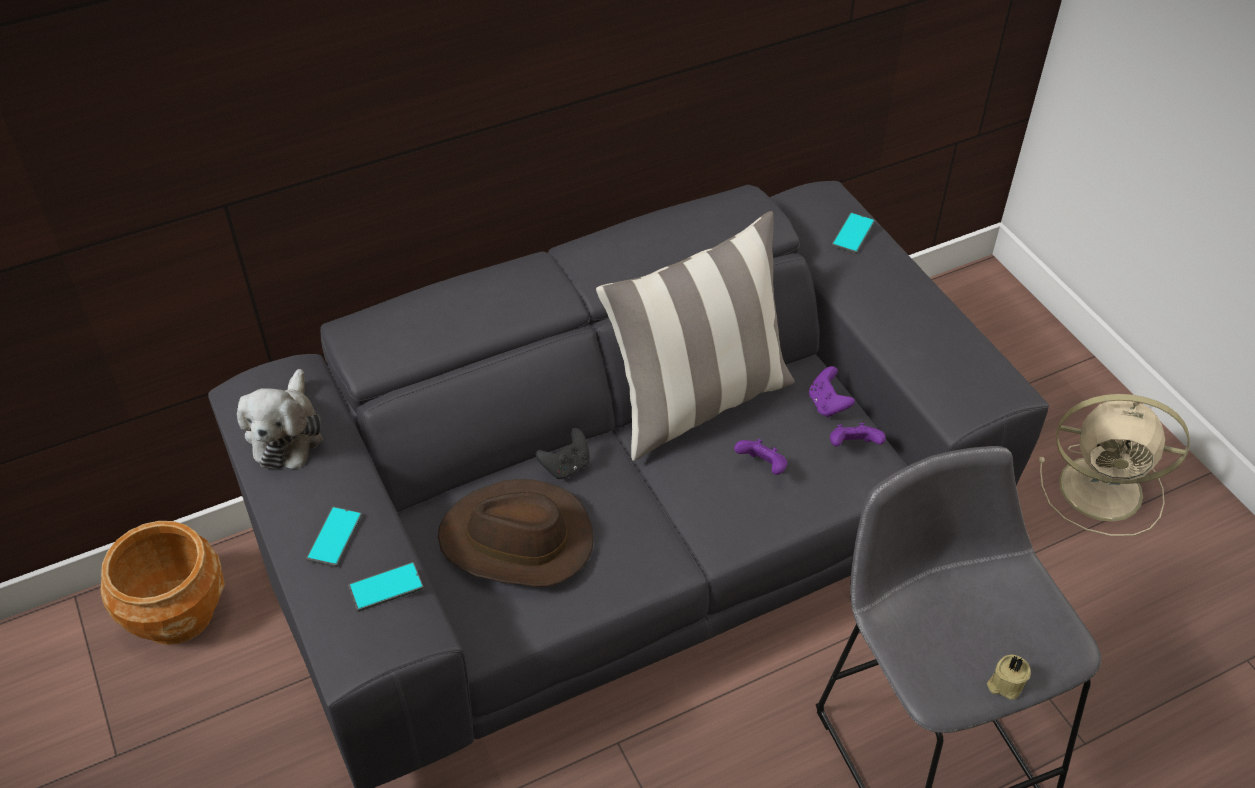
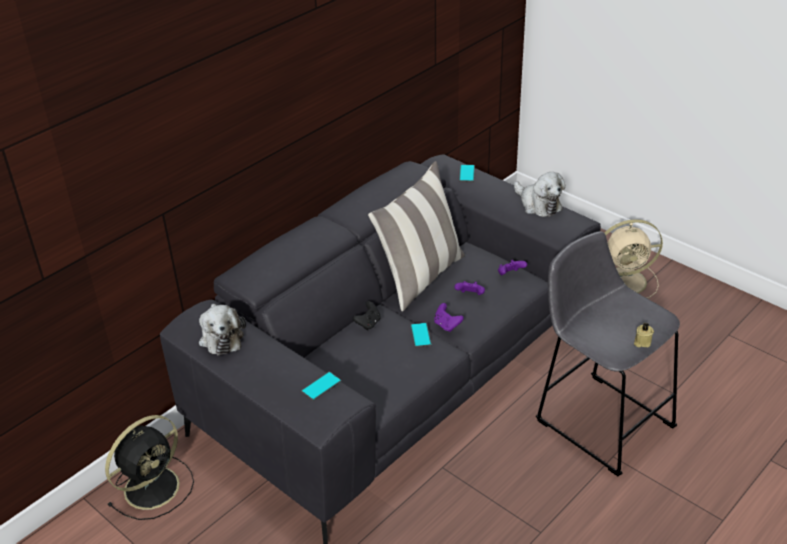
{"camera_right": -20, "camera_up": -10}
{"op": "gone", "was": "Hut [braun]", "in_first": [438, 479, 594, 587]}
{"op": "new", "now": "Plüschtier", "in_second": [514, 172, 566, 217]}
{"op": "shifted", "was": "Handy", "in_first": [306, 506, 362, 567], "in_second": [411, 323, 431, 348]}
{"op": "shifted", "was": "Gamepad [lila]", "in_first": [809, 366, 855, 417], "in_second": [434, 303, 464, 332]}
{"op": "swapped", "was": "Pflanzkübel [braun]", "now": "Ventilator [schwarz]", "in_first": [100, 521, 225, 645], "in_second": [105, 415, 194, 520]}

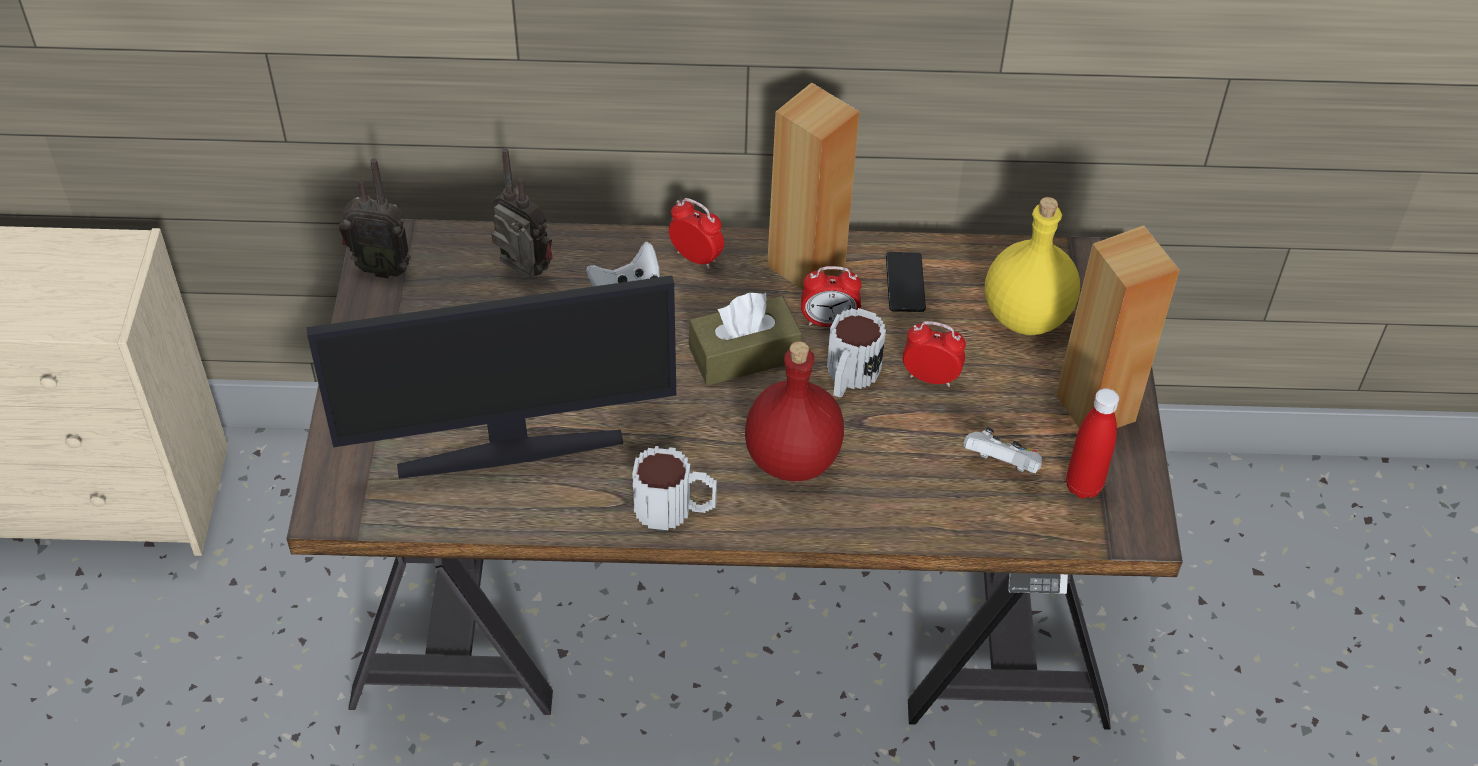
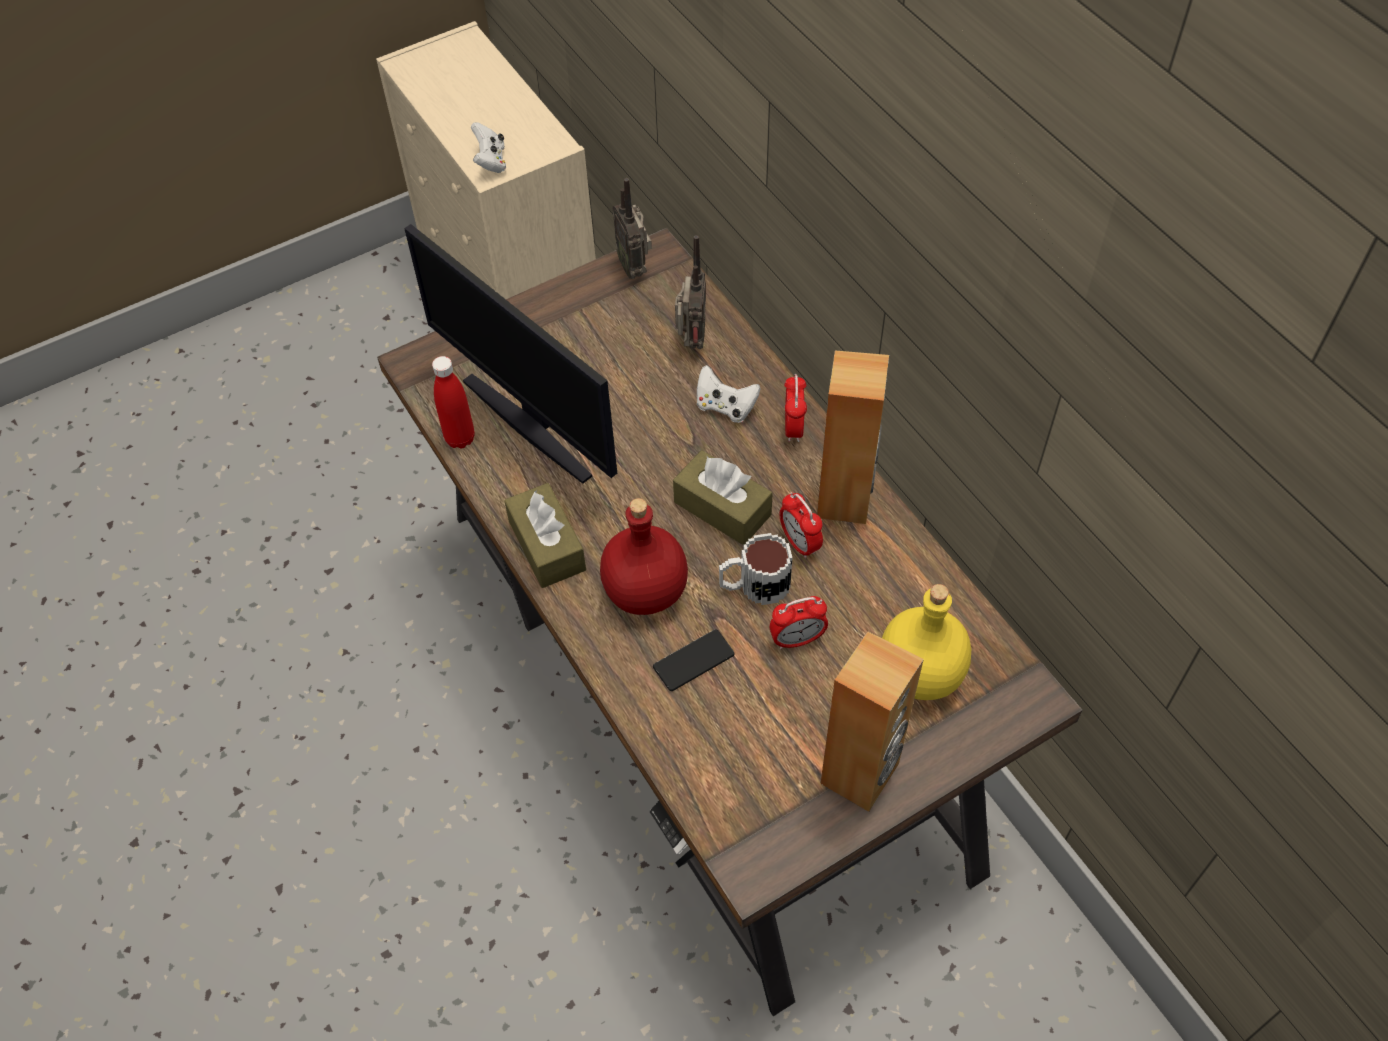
{"camera_right": 60, "camera_up": 5}
{"op": "shifted", "was": "Handy", "in_first": [886, 252, 926, 312], "in_second": [653, 629, 735, 691]}
{"op": "shifted", "was": "Gamepad [weiß]", "in_first": [963, 427, 1042, 473], "in_second": [471, 122, 506, 173]}
{"op": "shifted", "was": "Flasche [rot]", "in_first": [1066, 388, 1119, 499], "in_second": [432, 356, 475, 449]}
{"op": "swapped", "was": "Henkelbecher", "now": "Taschentuchbox [braun]", "in_first": [632, 446, 717, 530], "in_second": [504, 483, 586, 588]}
{"op": "rotated", "was": "Wecker", "in_first": [903, 321, 966, 387], "in_second": [769, 596, 828, 649], "clockwise": 90}

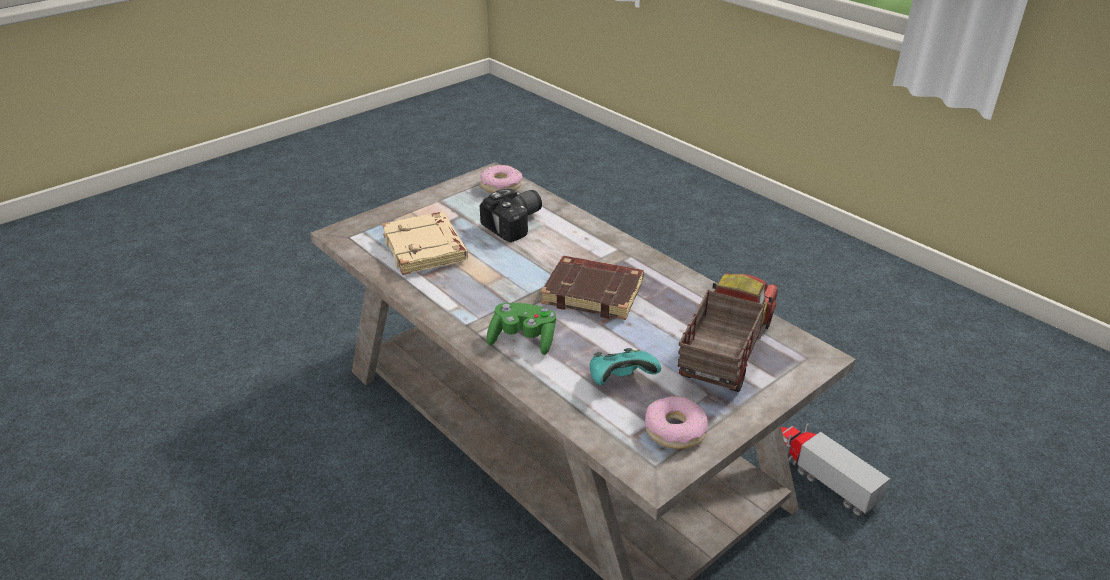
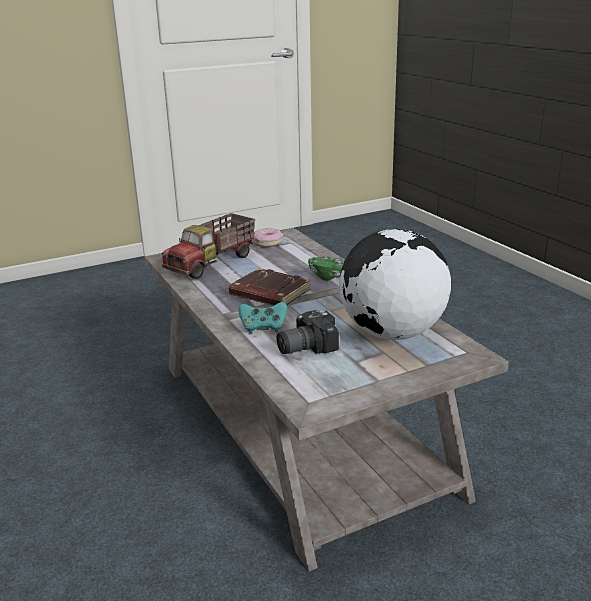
{"camera_right": -165, "camera_up": -10}
{"op": "gone", "was": "Donut", "in_first": [480, 165, 523, 193]}
{"op": "gone", "was": "Spielzeuglaster", "in_first": [781, 423, 890, 516]}
{"op": "shifted", "was": "Gamepad [türkis]", "in_first": [590, 348, 661, 385], "in_second": [239, 302, 287, 333]}
{"op": "swapped", "was": "Buch [beige]", "now": "Globus", "in_first": [382, 212, 468, 275], "in_second": [339, 229, 451, 340]}

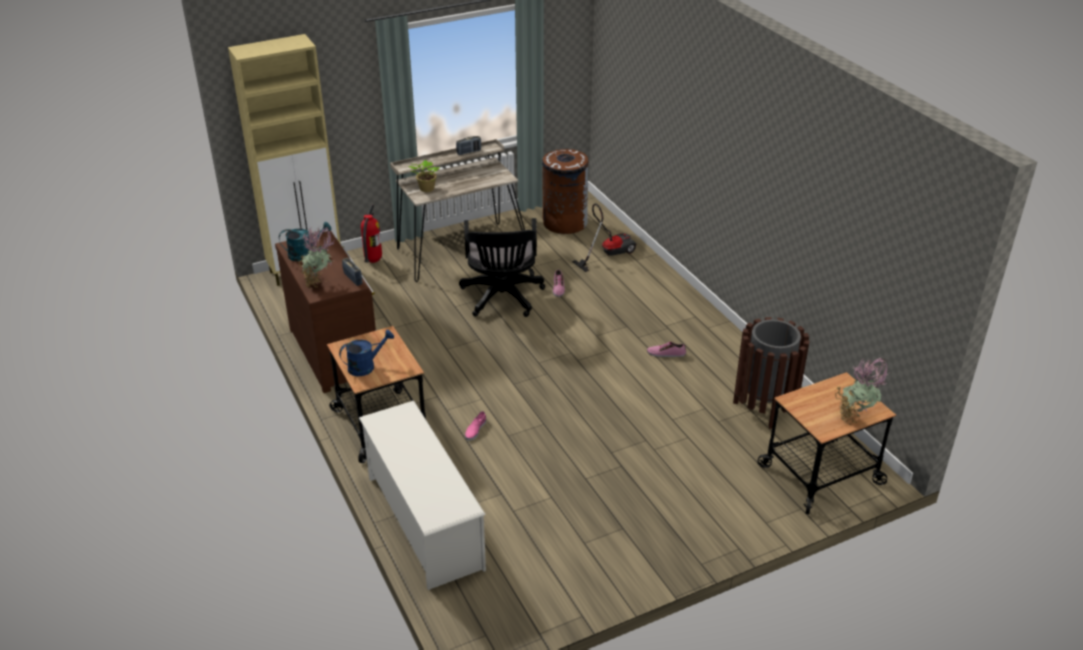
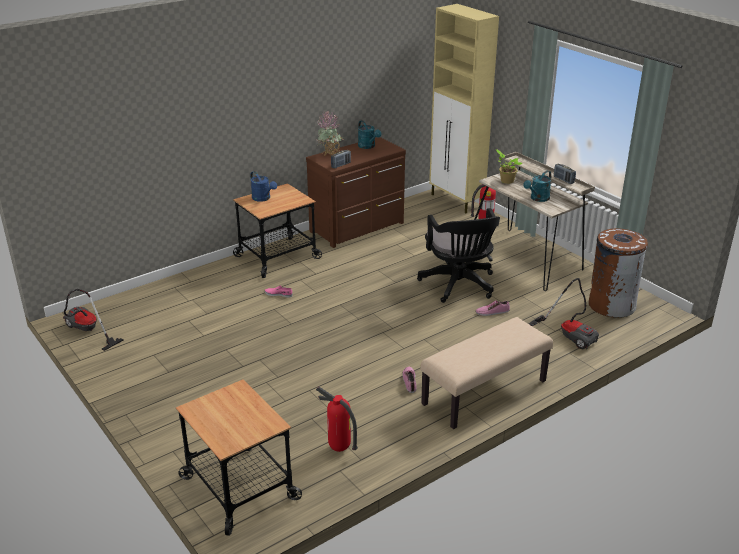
{"camera_right": 80, "camera_up": -5}
{"op": "gone", "was": "Schuhregal [weiß]", "in_first": [359, 401, 486, 590]}
{"op": "gone", "was": "Topfpflanze", "in_first": [835, 358, 889, 425]}
{"op": "new", "now": "Staubsauger", "in_second": [63, 289, 124, 351]}
{"op": "new", "now": "Bank [beige]", "in_second": [420, 317, 553, 429]}
{"op": "new", "now": "Gießkanne [türkis]", "in_second": [523, 171, 551, 202]}
{"op": "swapped", "was": "Mülleimer [braun]", "now": "Feuerlöscher", "in_first": [733, 317, 810, 429], "in_second": [316, 387, 358, 452]}
{"op": "rotated", "was": "Bürostuhl [schwarz]", "in_first": [459, 218, 545, 317], "in_second": [417, 208, 500, 303], "clockwise": -90}

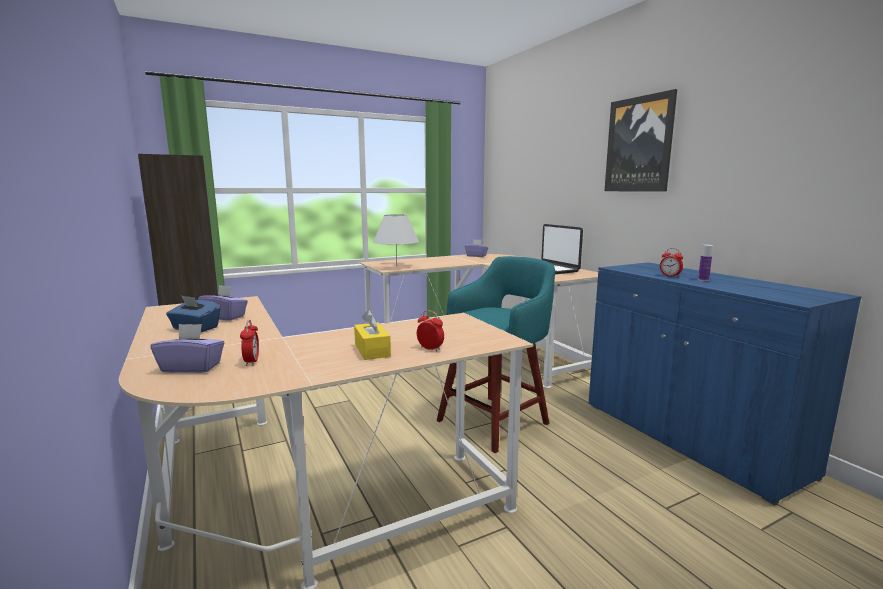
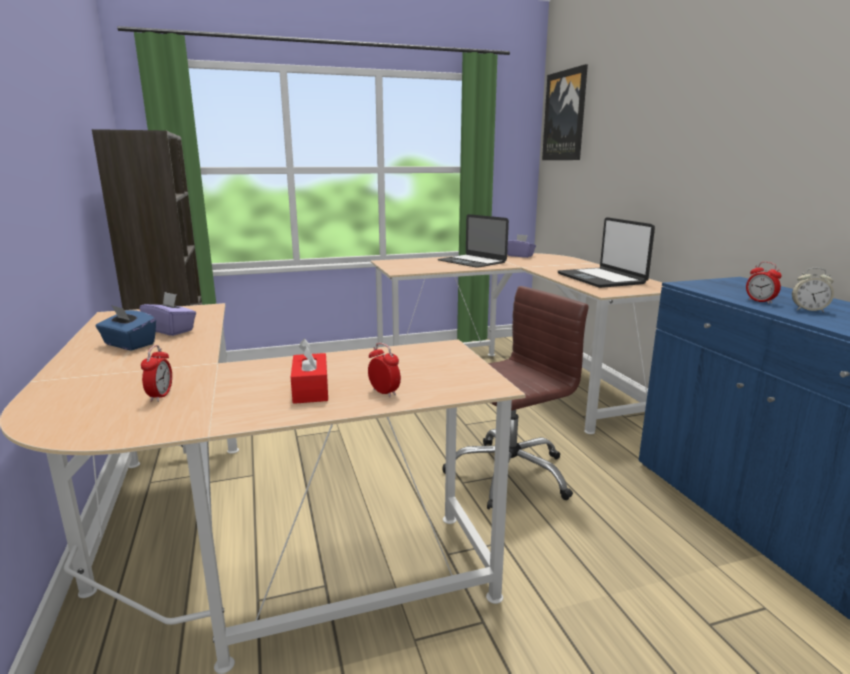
{"camera_right": 10, "camera_up": 5}
{"op": "gone", "was": "Taschentuchbox [lila]", "in_first": [151, 324, 224, 373]}
{"op": "gone", "was": "Tischlampe [weiß]", "in_first": [373, 214, 419, 267]}
{"op": "new", "now": "Laptop", "in_second": [438, 214, 509, 268]}
{"op": "shifted", "was": "Bild", "in_first": [605, 89, 677, 192], "in_second": [542, 64, 588, 160]}
{"op": "swapped", "was": "Hocker [türkis]", "now": "Bürostuhl [braun]", "in_first": [437, 256, 555, 453], "in_second": [442, 286, 589, 509]}
{"op": "swapped", "was": "Flasche", "now": "Wecker", "in_first": [698, 245, 713, 281], "in_second": [792, 268, 834, 312]}
{"op": "repainted", "was": "Taschentuchbox [gelb]", "now": "Taschentuchbox [rot]", "in_first": [354, 310, 391, 360], "in_second": [291, 339, 328, 404]}

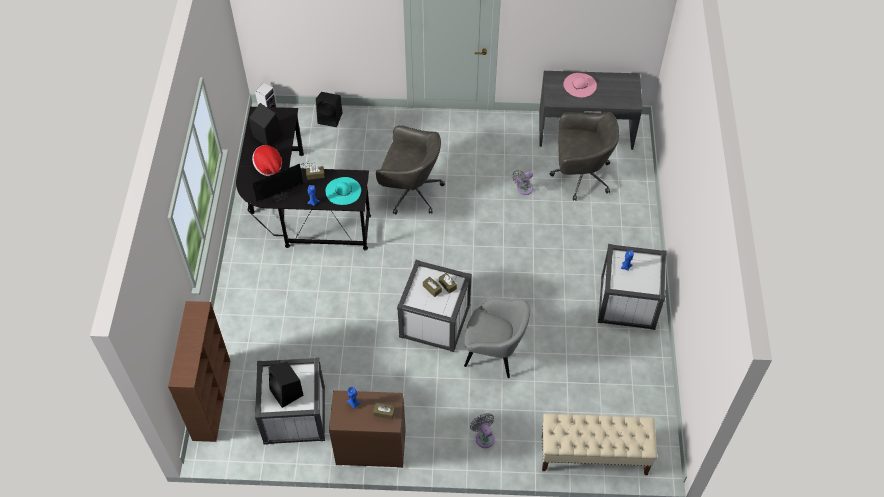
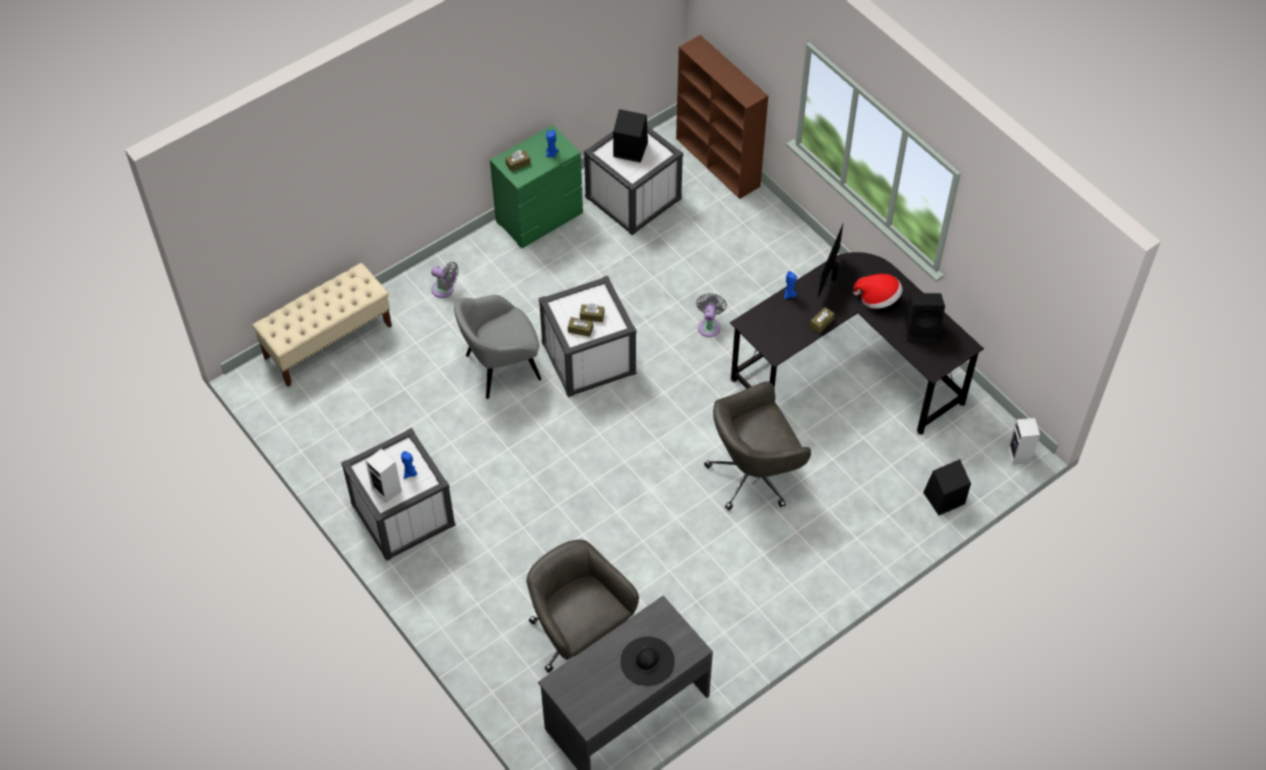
{"camera_right": 140, "camera_up": 0}
{"op": "gone", "was": "Hut [türkis]", "in_first": [326, 177, 361, 205]}
{"op": "new", "now": "Lautsprecher", "in_second": [366, 449, 402, 502]}
{"op": "shifted", "was": "Ventilator [grau]", "in_first": [512, 170, 534, 195], "in_second": [696, 293, 727, 337]}
{"op": "repainted", "was": "Kommode [braun]", "now": "Kommode [grün]", "in_first": [329, 390, 406, 468], "in_second": [490, 125, 583, 248]}
{"op": "repainted", "was": "Hut [rosa]", "now": "Hut [schwarz]", "in_first": [563, 73, 597, 97], "in_second": [621, 637, 675, 686]}
{"op": "rotated", "was": "Bürostuhl [grau]", "in_first": [550, 112, 619, 201], "in_second": [526, 540, 639, 673], "clockwise": 90}

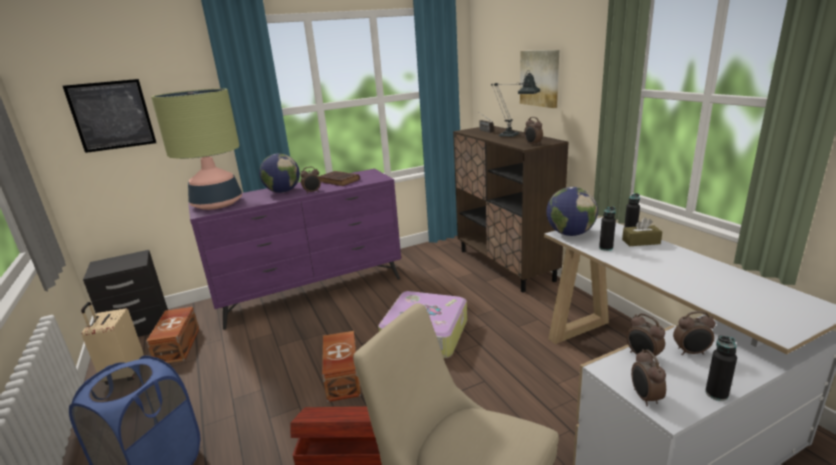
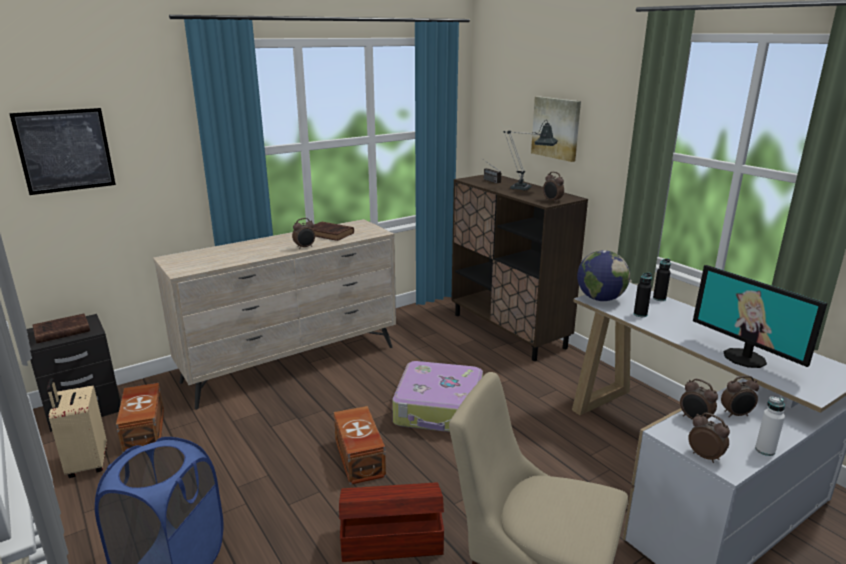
{"camera_right": -10, "camera_up": 0}
{"op": "gone", "was": "Tischlampe", "in_first": [151, 88, 242, 210]}
{"op": "gone", "was": "Globus", "in_first": [259, 154, 300, 193]}
{"op": "gone", "was": "Taschentuchbox [braun]", "in_first": [622, 217, 662, 246]}
{"op": "new", "now": "Buch [braun]", "in_second": [33, 314, 90, 343]}
{"op": "new", "now": "Monitor", "in_second": [693, 265, 828, 368]}
{"op": "repainted", "was": "Kommode [lila]", "now": "Kommode [beige]", "in_first": [188, 169, 401, 330], "in_second": [153, 219, 396, 410]}
{"op": "repainted", "was": "Flasche [schwarz]", "now": "Flasche [weiß]", "in_first": [705, 336, 737, 401], "in_second": [755, 397, 785, 456]}
{"op": "rotated", "was": "Wecker", "in_first": [631, 349, 666, 407], "in_second": [688, 413, 730, 463], "clockwise": 150}

